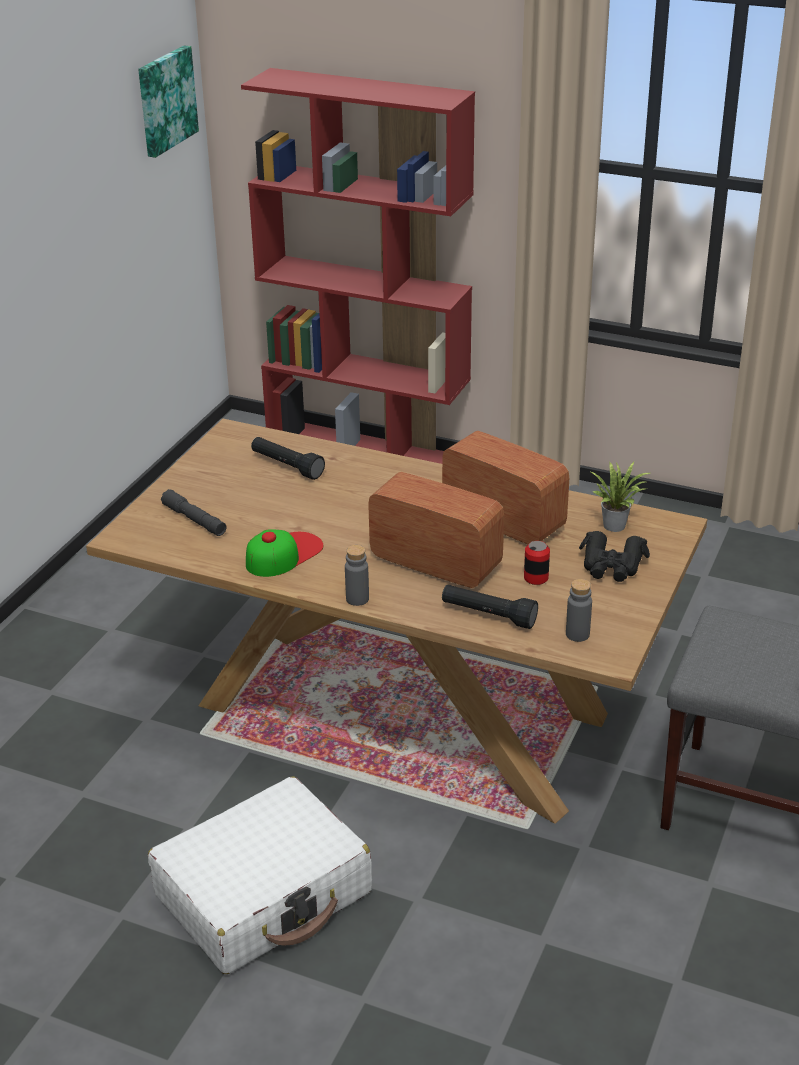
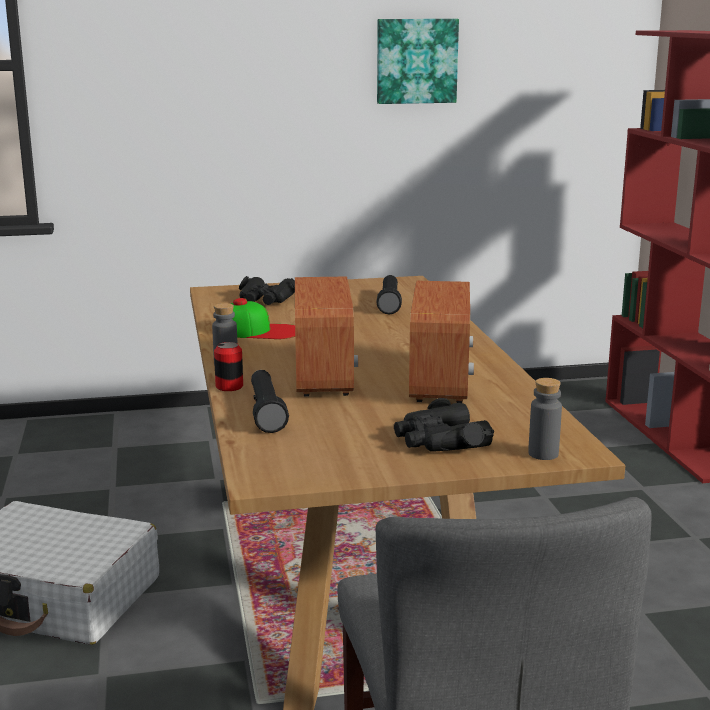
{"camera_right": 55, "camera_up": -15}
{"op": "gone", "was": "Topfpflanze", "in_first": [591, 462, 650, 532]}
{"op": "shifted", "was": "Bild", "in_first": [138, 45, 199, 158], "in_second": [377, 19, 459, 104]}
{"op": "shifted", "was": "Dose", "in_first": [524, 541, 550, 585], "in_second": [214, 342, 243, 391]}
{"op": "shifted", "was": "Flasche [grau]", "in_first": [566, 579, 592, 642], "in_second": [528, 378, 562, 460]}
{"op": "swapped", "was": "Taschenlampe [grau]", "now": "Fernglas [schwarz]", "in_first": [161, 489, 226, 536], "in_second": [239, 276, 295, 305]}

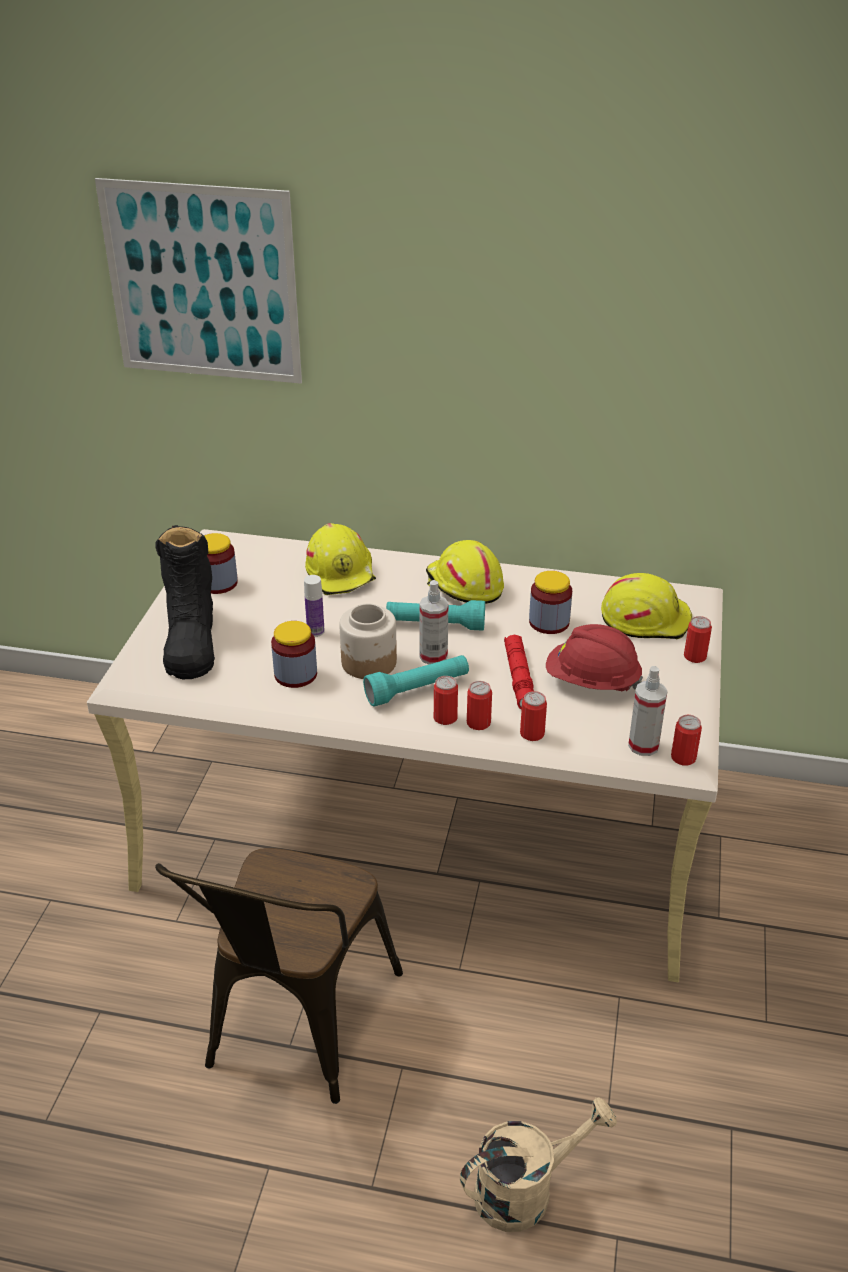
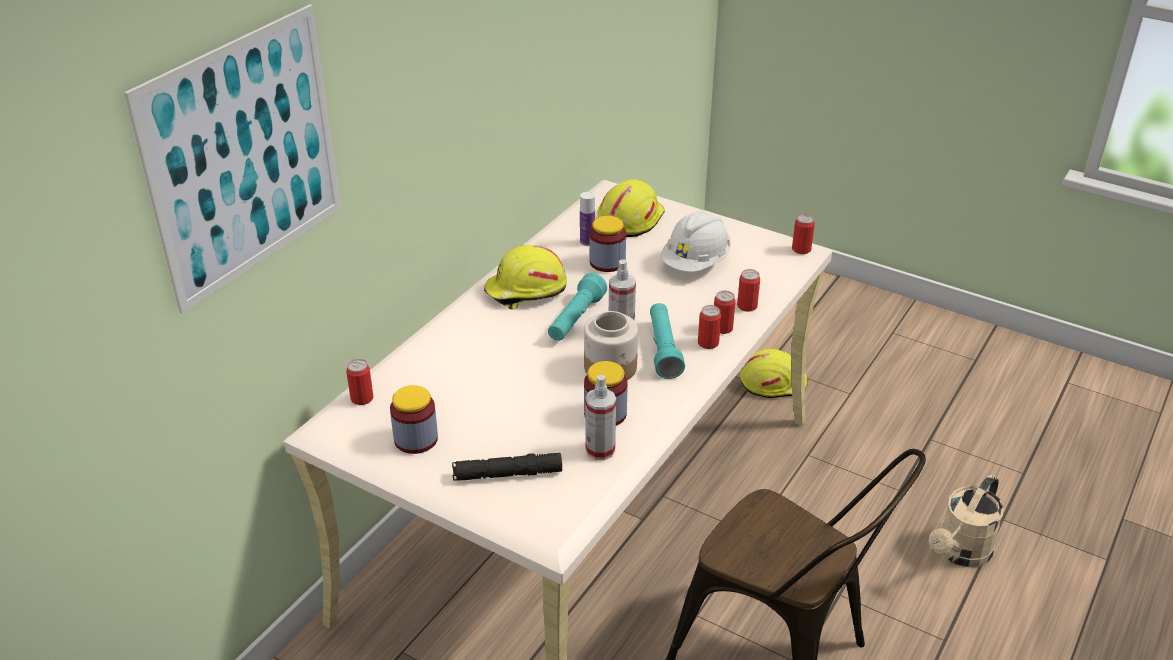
{"camera_right": -70, "camera_up": 0}
{"op": "gone", "was": "Taschenlampe [rot]", "in_first": [504, 635, 534, 710]}
{"op": "shifted", "was": "Flasche", "in_first": [304, 575, 325, 637], "in_second": [580, 192, 595, 246]}
{"op": "shifted", "was": "Schutzhelm [gelb]", "in_first": [305, 523, 376, 595], "in_second": [740, 349, 808, 398]}
{"op": "shifted", "was": "Sprühflasche", "in_first": [628, 666, 668, 756], "in_second": [586, 375, 616, 460]}
{"op": "shifted", "was": "Dose", "in_first": [684, 616, 712, 663], "in_second": [346, 359, 373, 405]}
{"op": "swapped", "was": "Stiefel [schwarz]", "now": "Taschenlampe [schwarz]", "in_first": [155, 525, 215, 679], "in_second": [452, 453, 562, 481]}
{"op": "repainted", "was": "Schutzhelm [rot]", "now": "Schutzhelm [weiß]", "in_first": [546, 624, 643, 691], "in_second": [660, 211, 731, 272]}
{"op": "rotated", "was": "Gießkanne [beige]", "in_first": [460, 1097, 617, 1232], "in_second": [929, 475, 1004, 567], "clockwise": -135}

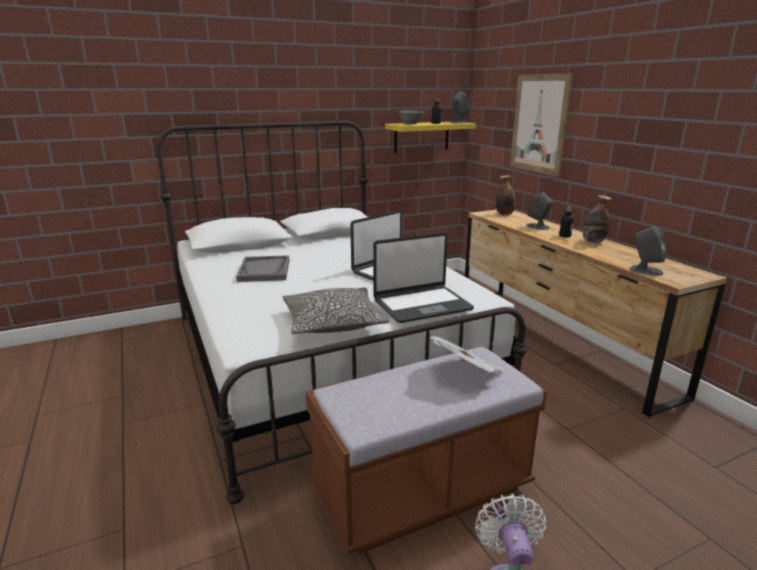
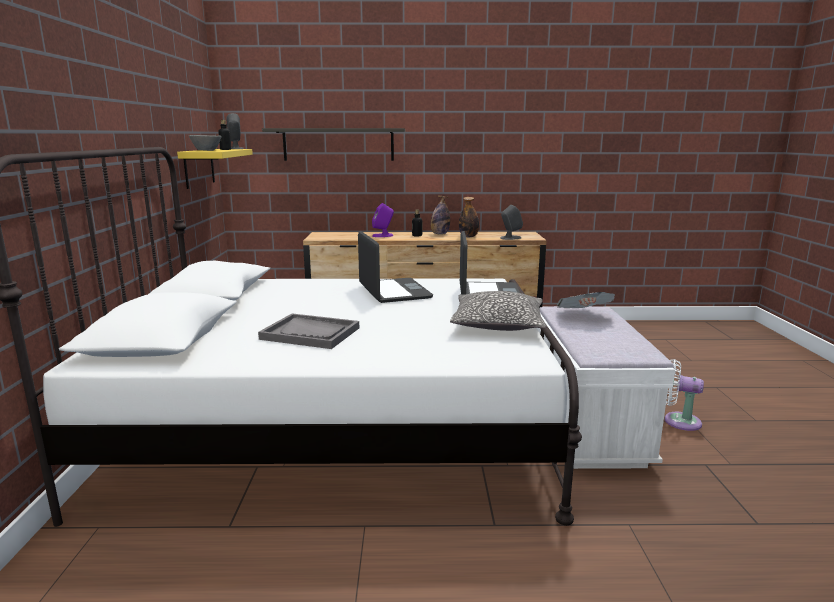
{"camera_right": -65, "camera_up": -5}
{"op": "shifted", "was": "Flasche", "in_first": [496, 175, 516, 215], "in_second": [459, 197, 479, 237]}
{"op": "swapped", "was": "Bild", "now": "Wandregal", "in_first": [510, 73, 573, 177], "in_second": [262, 128, 405, 161]}
{"op": "repainted", "was": "Bank [braun]", "now": "Bank [weiß]", "in_first": [306, 346, 547, 555], "in_second": [537, 306, 675, 469]}
{"op": "repainted", "was": "Lautsprecher [grau]", "now": "Lautsprecher [lila]", "in_first": [526, 192, 553, 230], "in_second": [372, 203, 394, 237]}

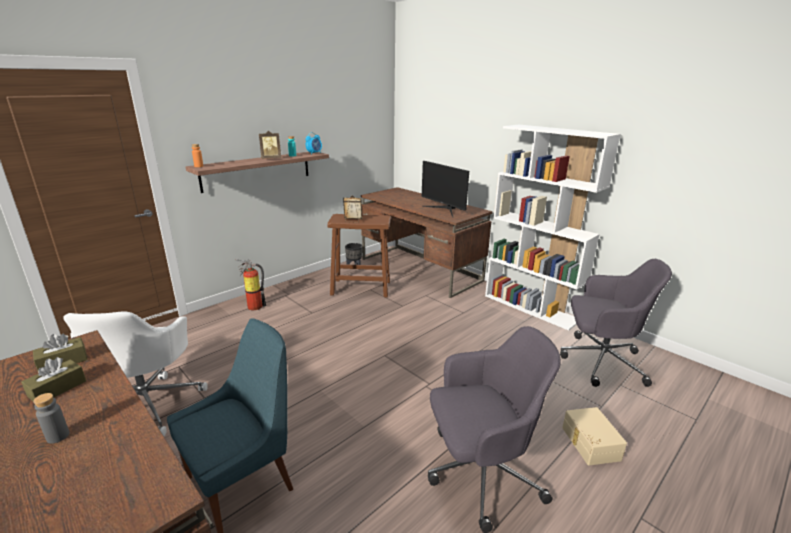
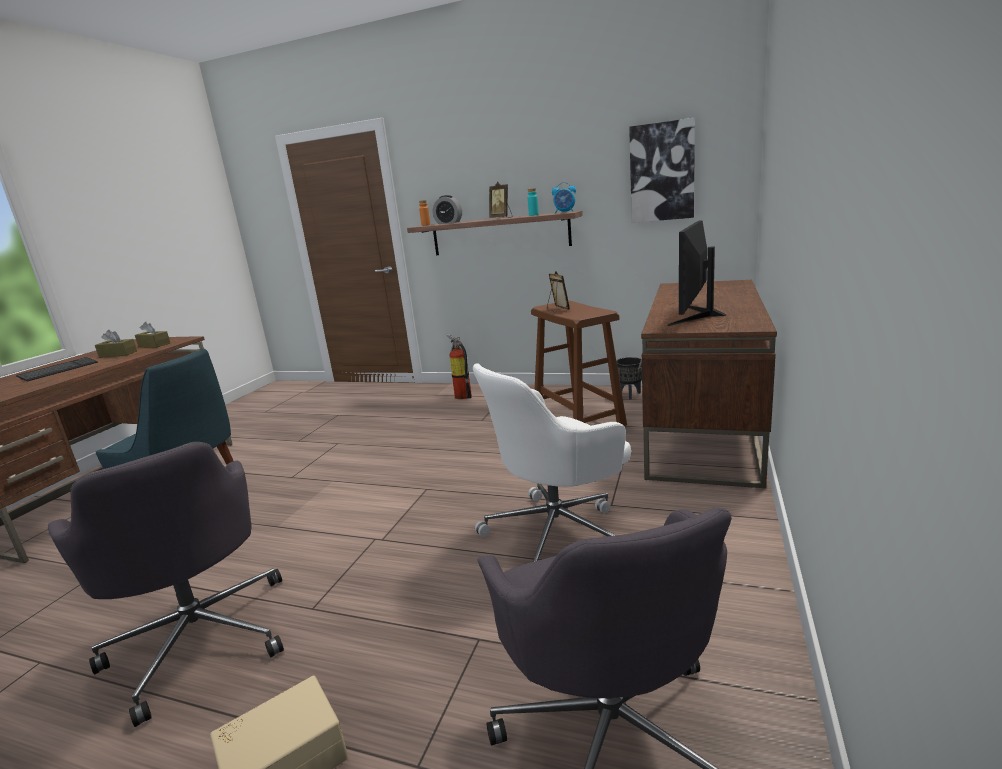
{"camera_right": 65, "camera_up": -5}
{"op": "gone", "was": "Bücherregal [weiß]", "in_first": [485, 125, 621, 330]}
{"op": "new", "now": "Wecker", "in_second": [433, 195, 462, 224]}
{"op": "new", "now": "Bild", "in_second": [629, 118, 695, 223]}
{"op": "shifted", "was": "Bürostuhl [weiß]", "in_first": [63, 311, 208, 436], "in_second": [473, 363, 631, 562]}
{"op": "swapped", "was": "Flasche [grau]", "now": "Tastatur", "in_first": [33, 393, 69, 444], "in_second": [16, 357, 98, 382]}

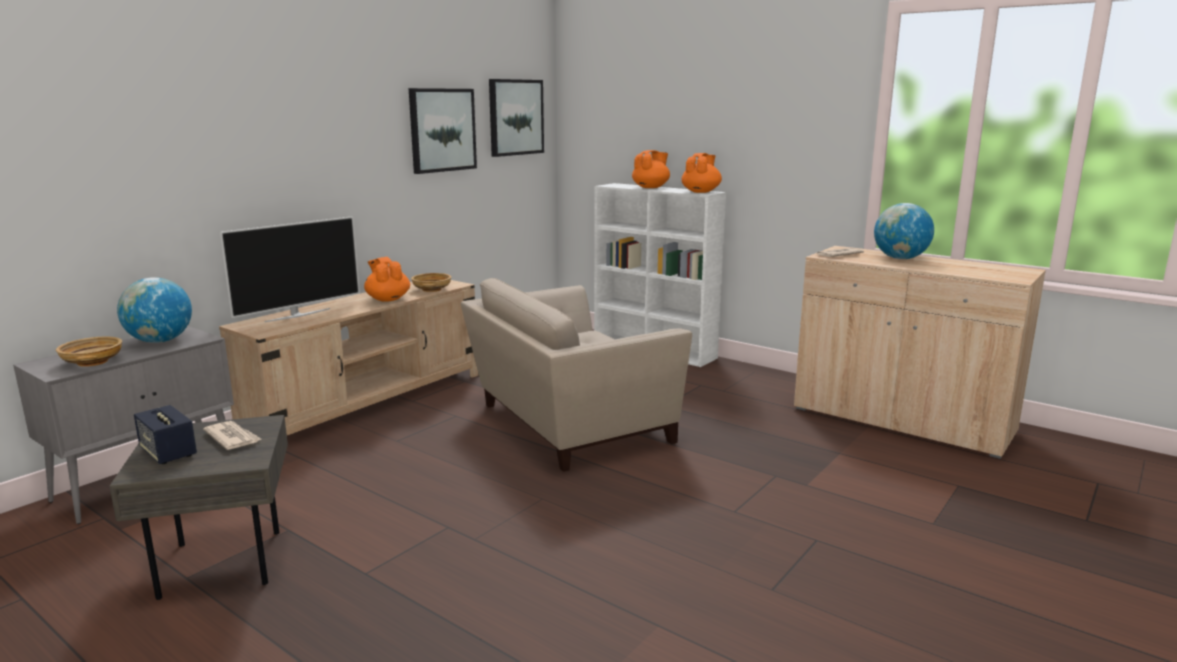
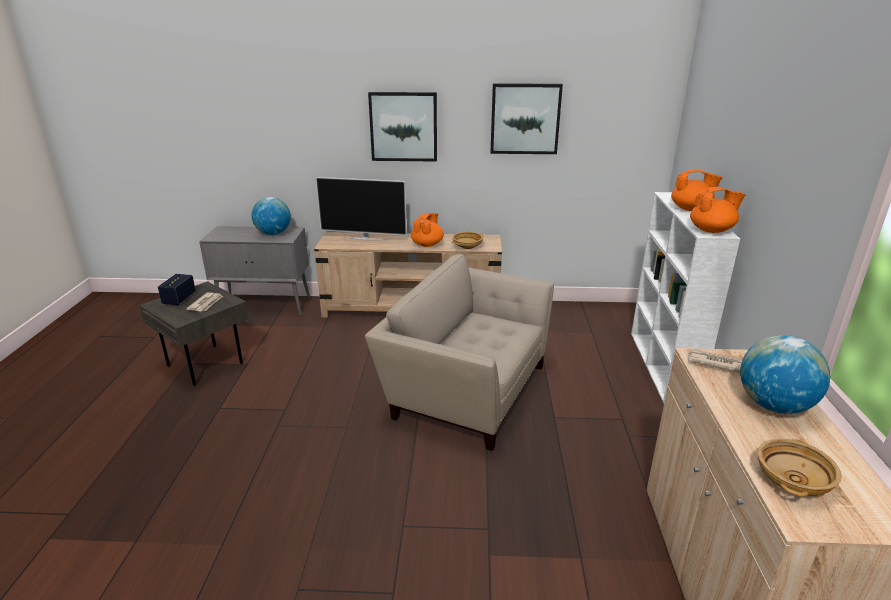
{"camera_right": 55, "camera_up": 10}
{"op": "shifted", "was": "Schüssel [beige]", "in_first": [56, 337, 122, 367], "in_second": [758, 438, 842, 497]}
{"op": "shifted", "was": "Bild", "in_first": [489, 79, 544, 157], "in_second": [368, 92, 437, 162]}

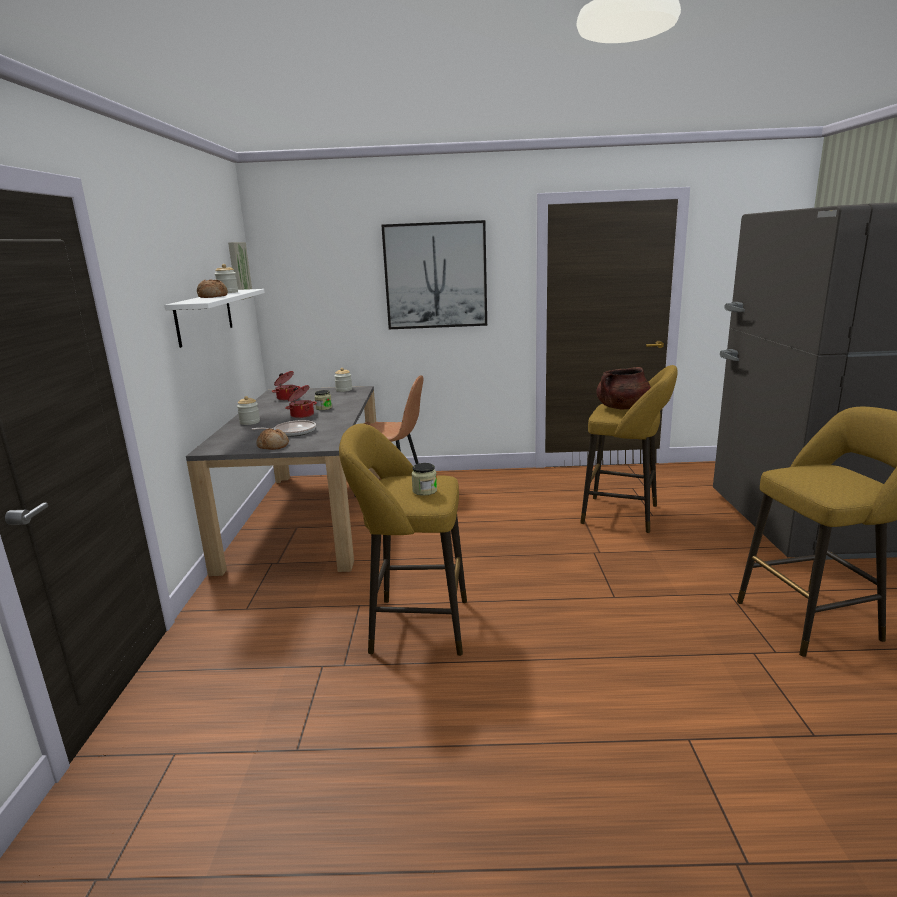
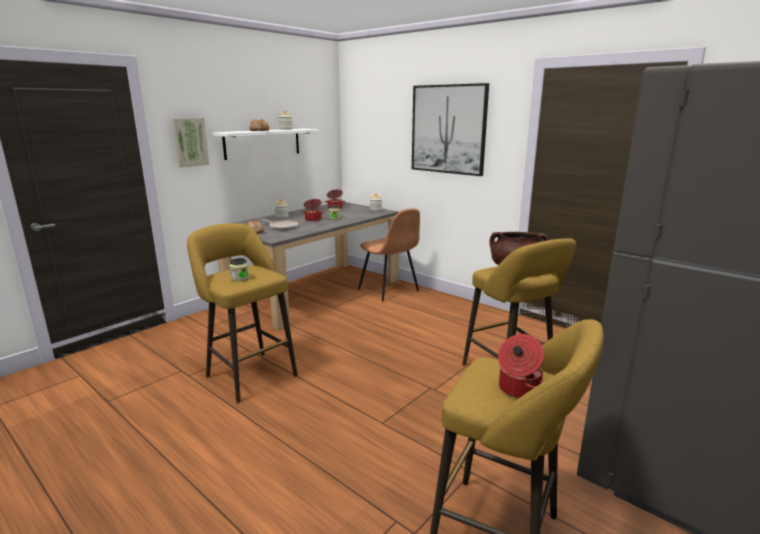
{"camera_right": 40, "camera_up": 0}
{"op": "new", "now": "Kochtopf", "in_second": [498, 334, 544, 398]}
{"op": "shifted", "was": "Bild", "in_first": [228, 242, 252, 300], "in_second": [172, 118, 209, 168]}

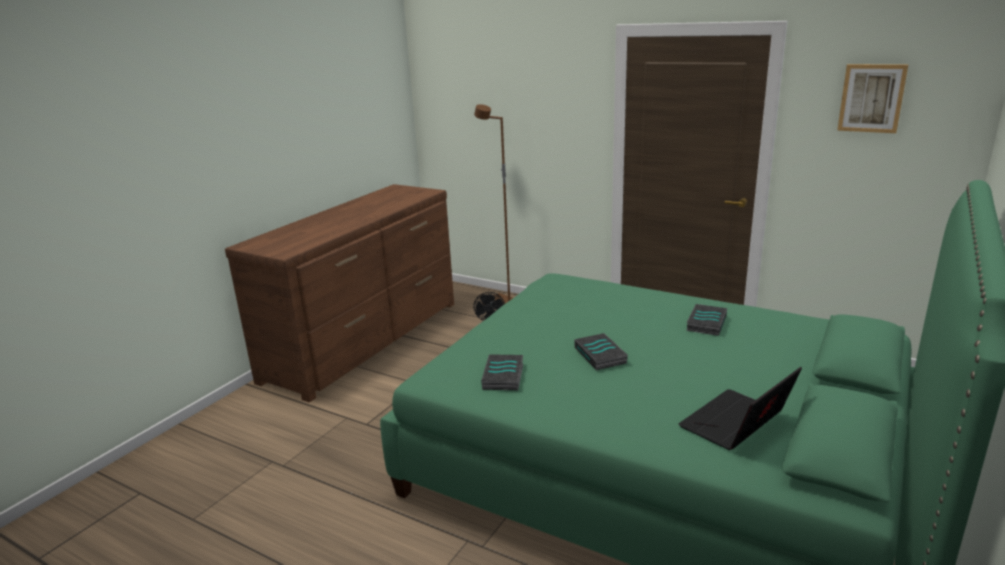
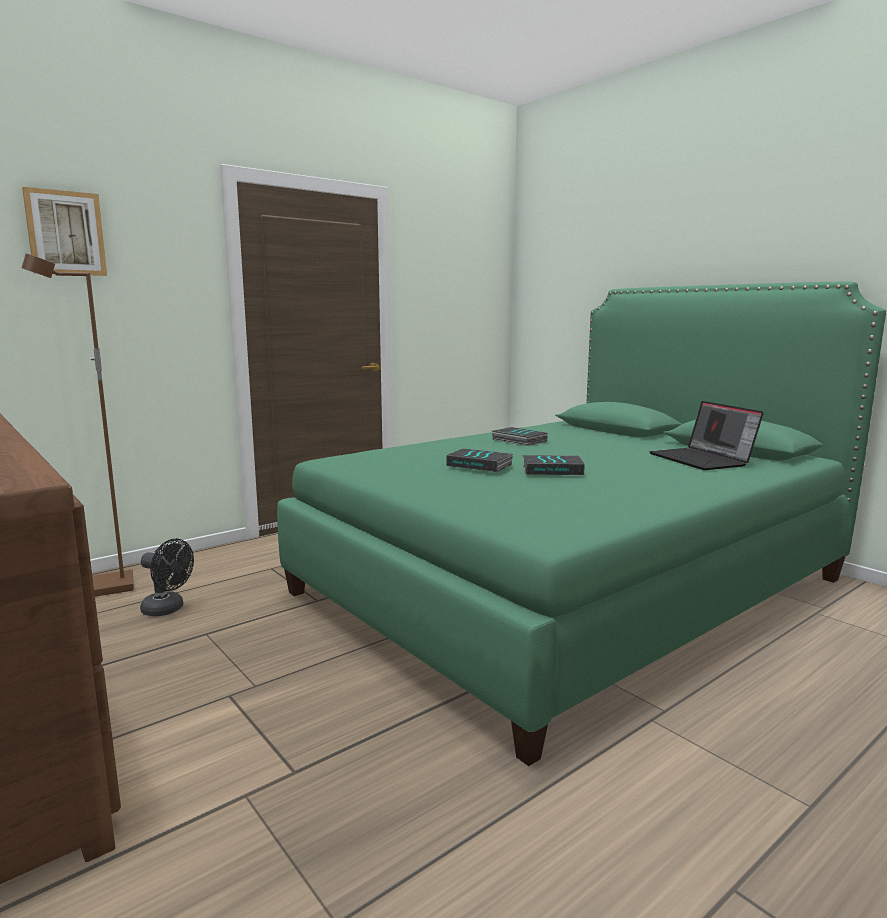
{"camera_right": -70, "camera_up": -10}
{"op": "shifted", "was": "Buch", "in_first": [481, 354, 523, 390], "in_second": [446, 448, 513, 472]}
{"op": "shifted", "was": "Bild", "in_first": [837, 64, 908, 133], "in_second": [22, 187, 107, 276]}

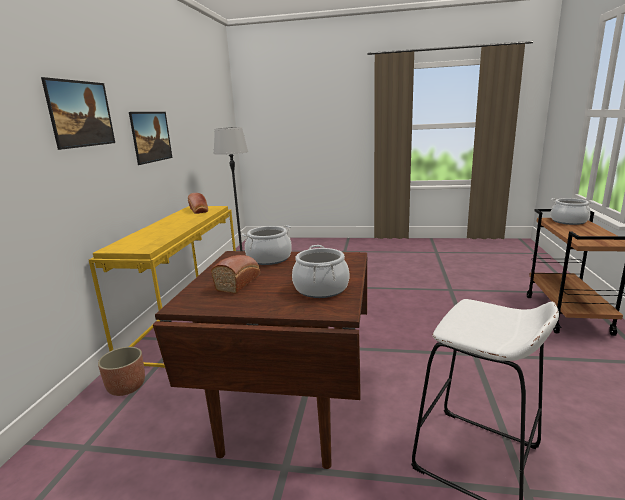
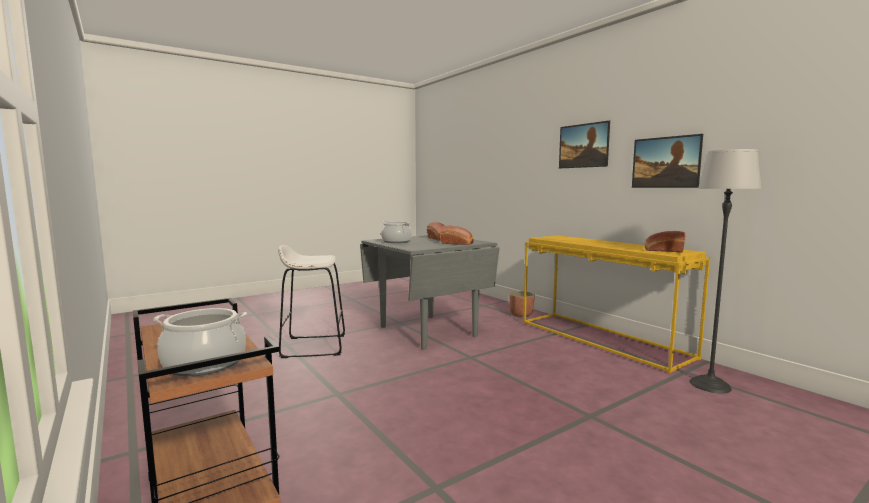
{"camera_right": 135, "camera_up": -10}
{"op": "swapped", "was": "Kochtopf", "now": "Brot", "in_first": [242, 225, 292, 265], "in_second": [441, 226, 474, 245]}
{"op": "repainted", "was": "Esstisch [braun]", "now": "Esstisch [grau]", "in_first": [153, 251, 367, 469], "in_second": [360, 235, 500, 350]}

